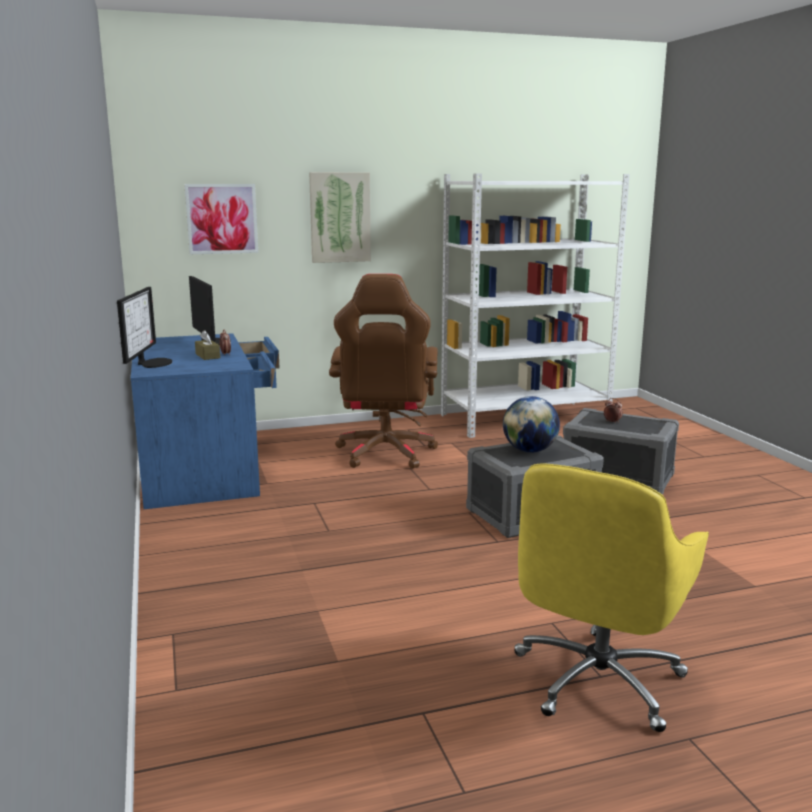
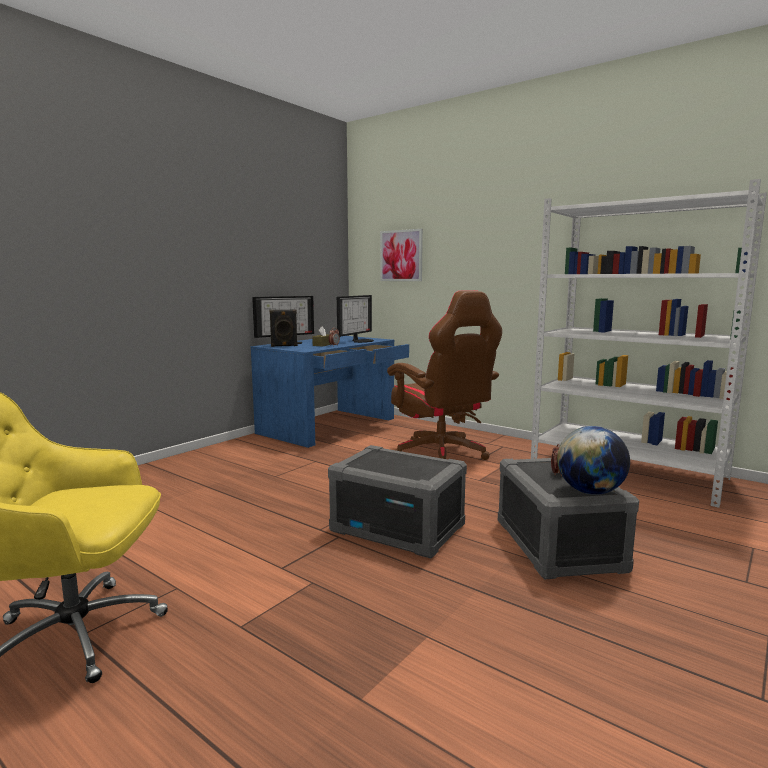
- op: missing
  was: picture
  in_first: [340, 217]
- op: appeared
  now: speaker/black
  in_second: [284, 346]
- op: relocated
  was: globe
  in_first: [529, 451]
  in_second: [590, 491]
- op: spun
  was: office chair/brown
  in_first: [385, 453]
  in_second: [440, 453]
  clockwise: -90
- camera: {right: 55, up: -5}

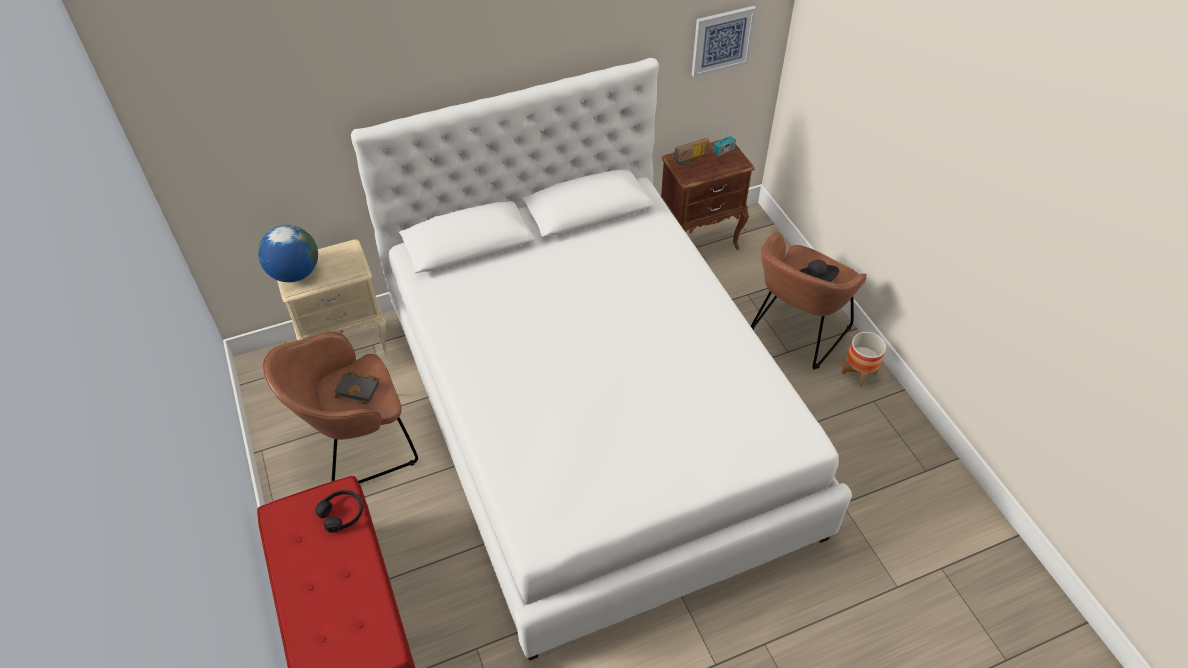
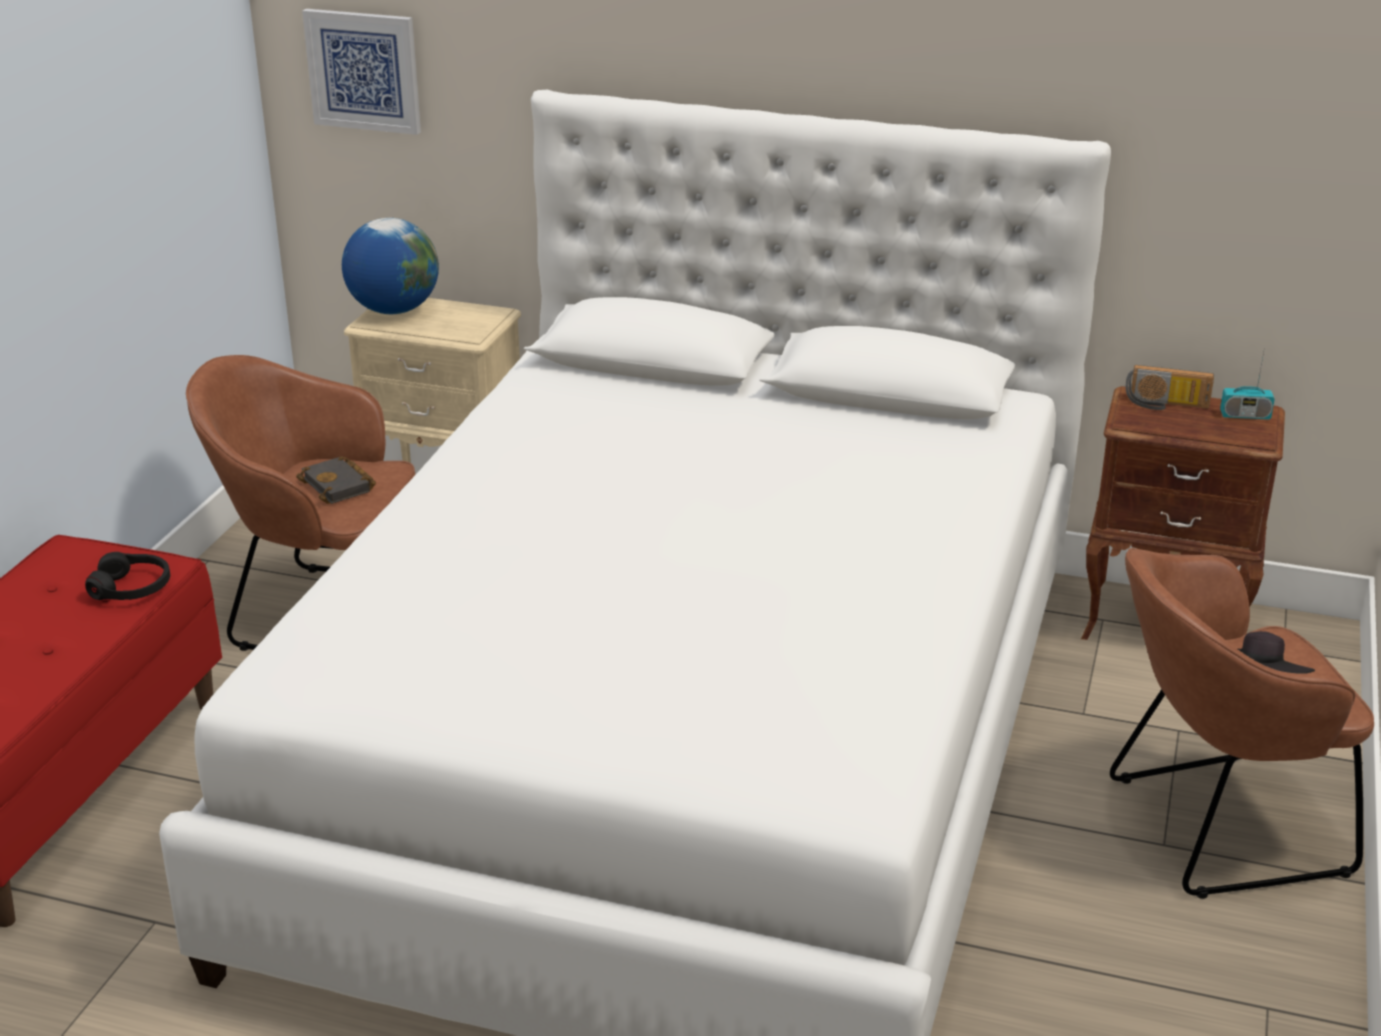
- op: missing
  was: planter
  in_first: [858, 373]
- op: relocated
  was: picture
  in_first: [722, 40]
  in_second: [364, 70]
- camera: {right: 40, up: -20}

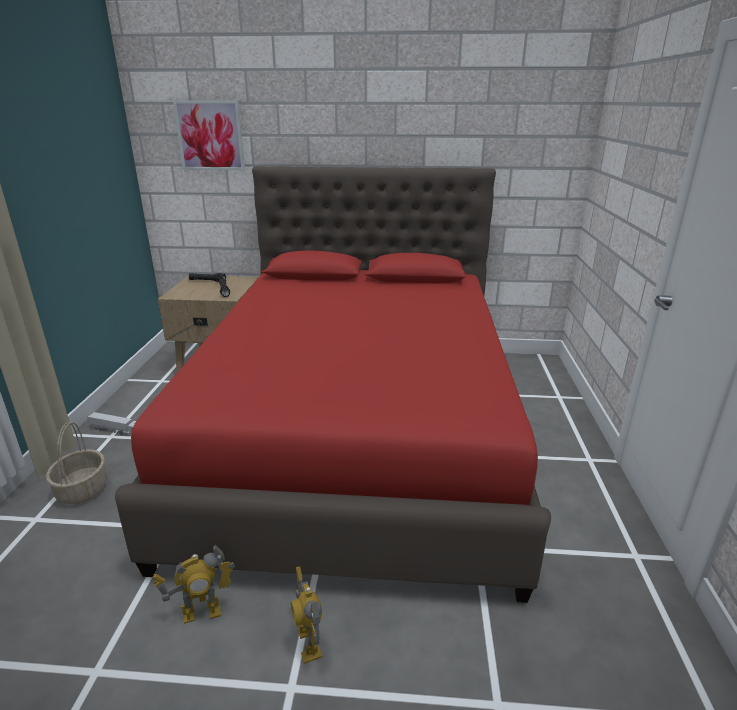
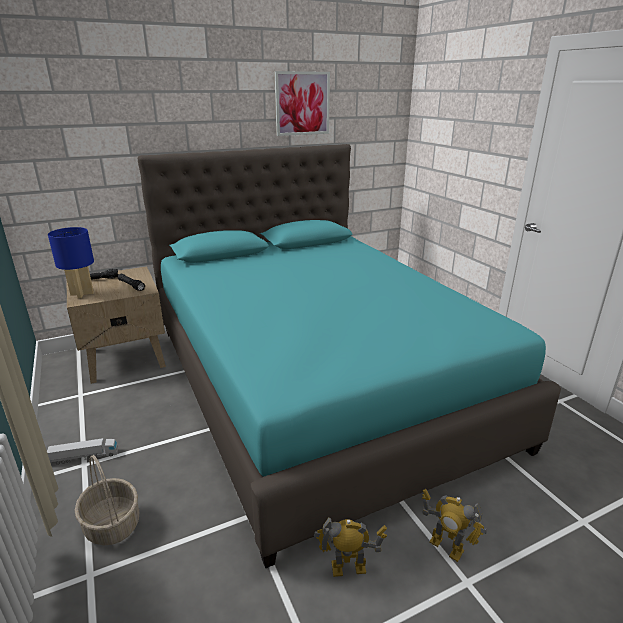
- op: appeared
  now: table lamp/blue
  in_second: [81, 294]
- op: relocated
  was: picture
  in_first: [210, 136]
  in_second: [302, 103]
- op: colour
  was: bed/red
  now: bed/turquoise
  in_first: [358, 431]
  in_second: [316, 381]
- op: spun
  was: toy robot
  in_first: [202, 613]
  in_second: [348, 568]
  clockwise: -135
- camera: {right: -30, up: 0}

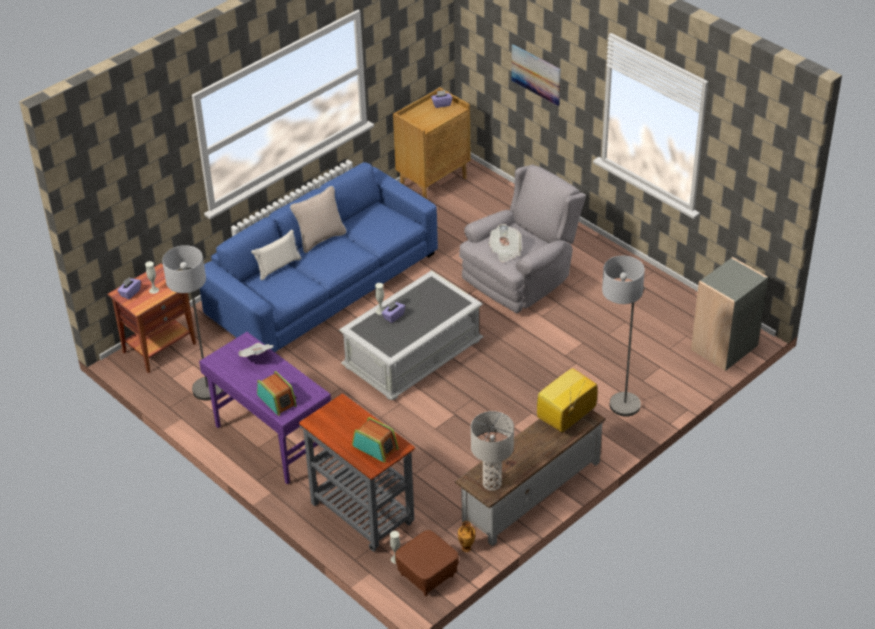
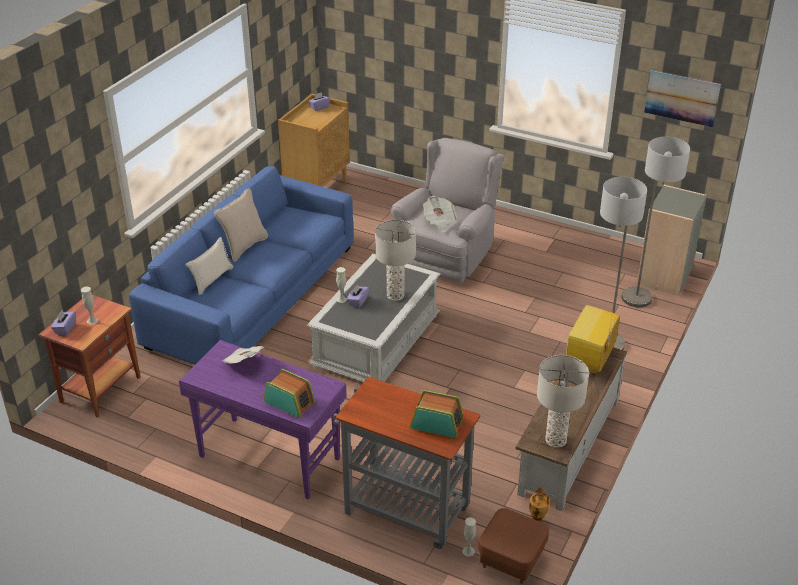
- op: appeared
  now: table lamp/white
  in_second: [395, 295]
- op: relocated
  was: floor lamp/grey
  in_first: [206, 396]
  in_second: [640, 303]
- op: relocated
  was: picture
  in_first: [536, 74]
  in_second: [681, 98]
- camera: {right: -20, up: -5}

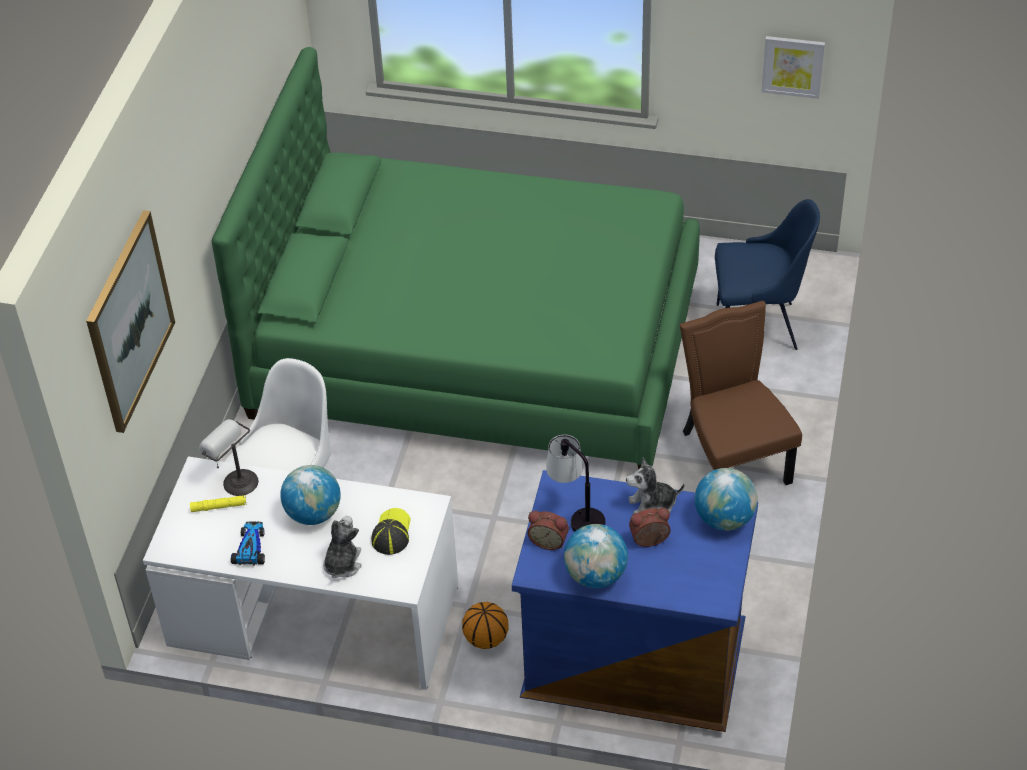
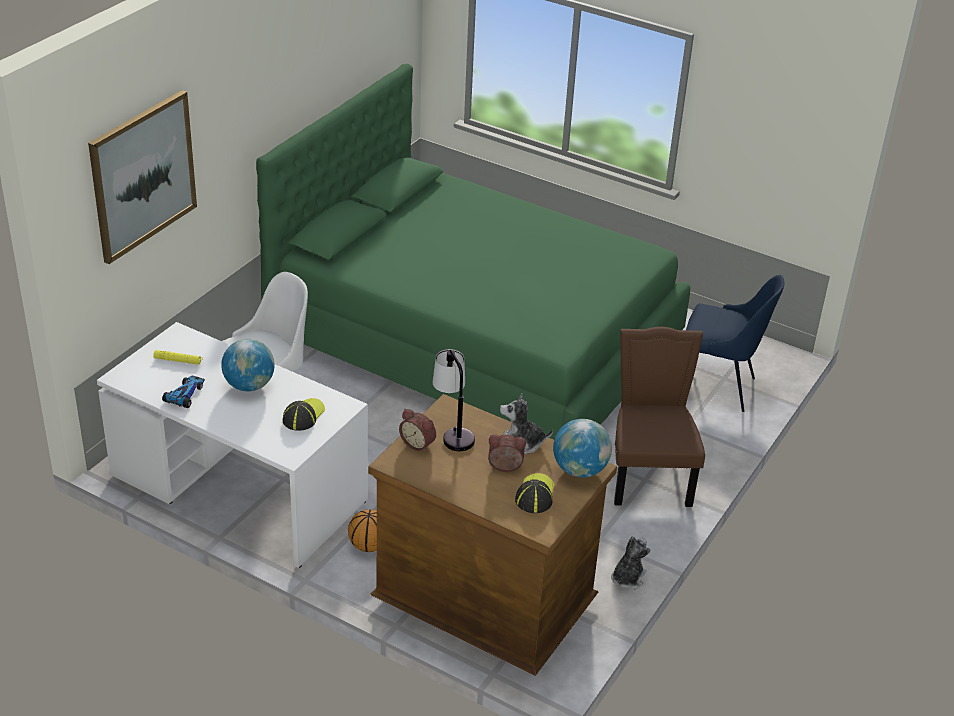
- op: missing
  was: table lamp
  in_first: [234, 479]
- op: missing
  was: globe
  in_first: [596, 575]
- op: missing
  was: picture
  in_first: [793, 66]
- op: appeared
  now: cap
  in_second: [535, 495]
- op: relocated
  was: plush toy
  in_first: [342, 563]
  in_second: [627, 578]
- op: colour
  was: dresser/blue
  now: dresser/brown
  in_first: [632, 663]
  in_second: [483, 601]
- camera: {right: 15, up: -10}

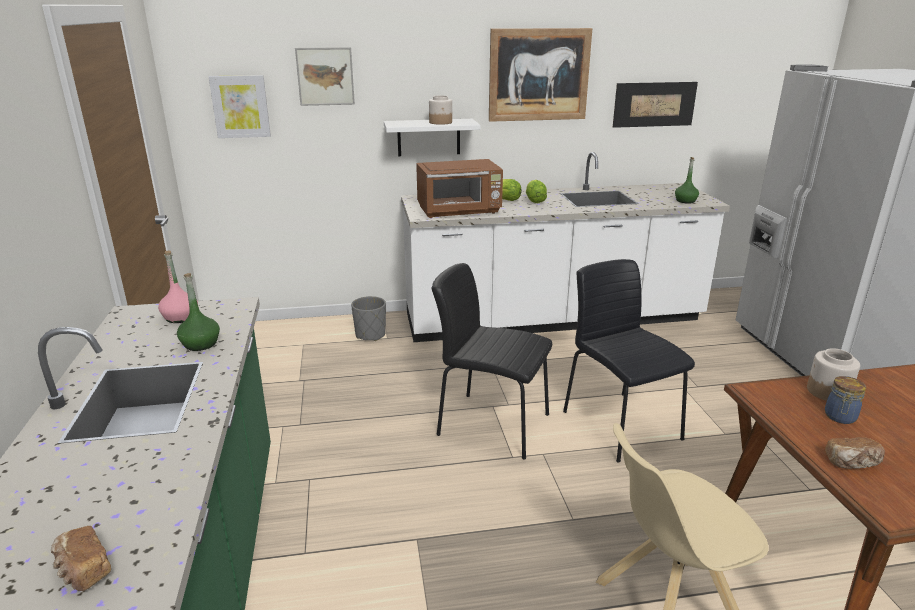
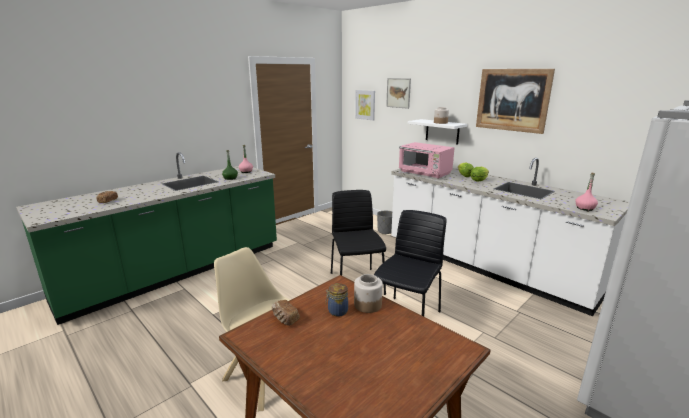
- op: missing
  was: picture
  in_first: [654, 104]
- op: colour
  was: microwave/brown
  now: microwave/pink
  in_first: [460, 211]
  in_second: [425, 173]
- op: colour
  was: bottle/green
  now: bottle/pink
  in_first: [685, 201]
  in_second: [585, 208]
- camera: {right: 55, up: -5}

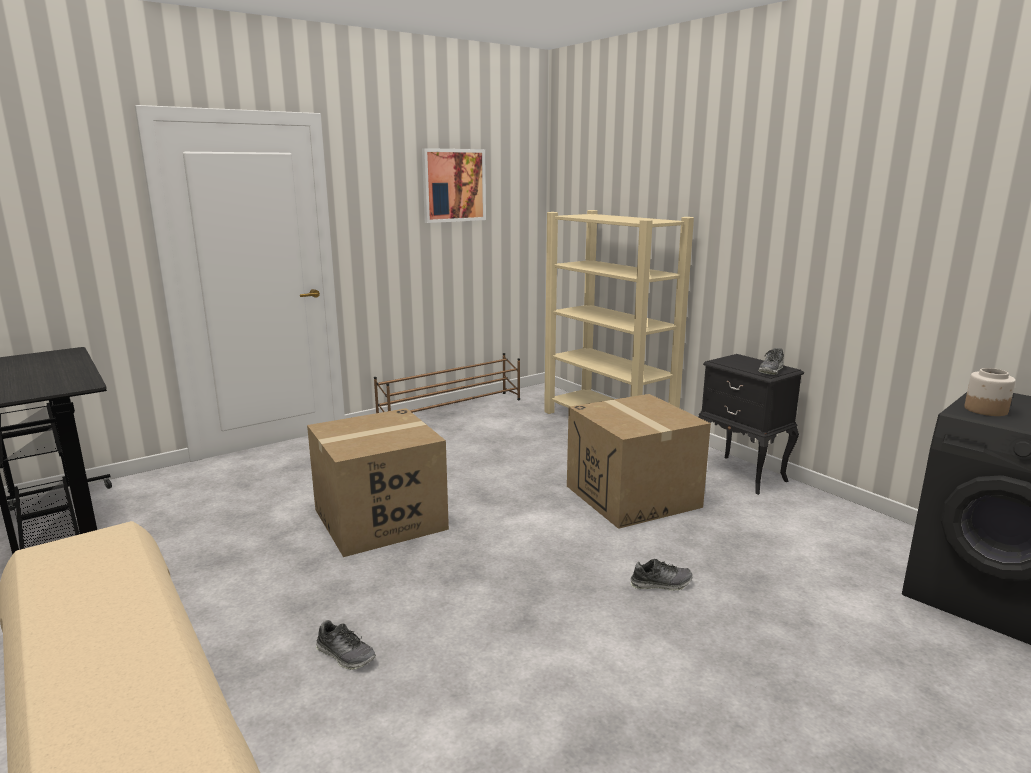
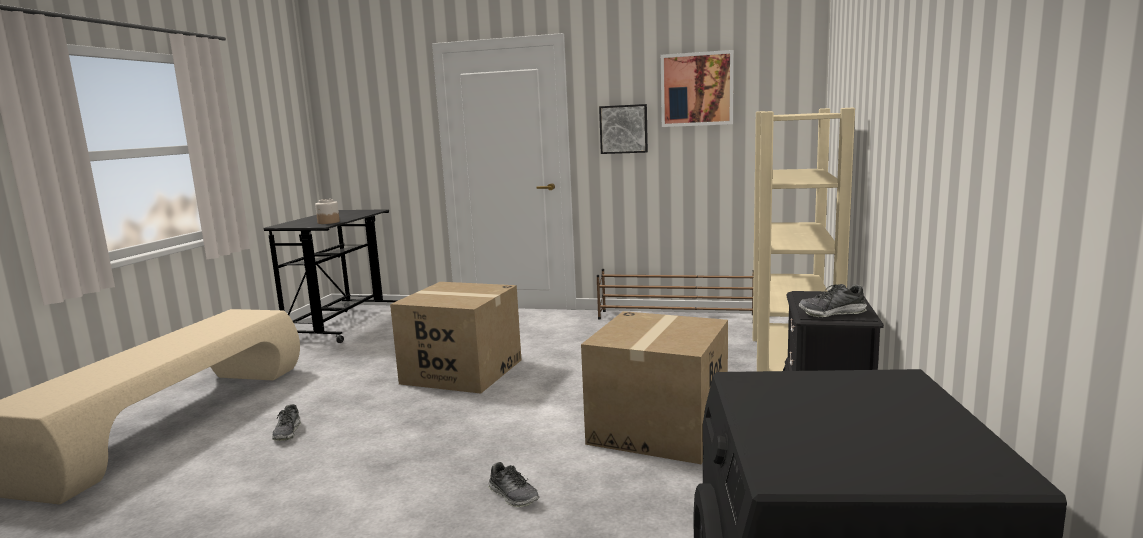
- op: appeared
  now: picture
  in_second: [623, 129]
- op: relocated
  was: jar
  in_first: [985, 410]
  in_second: [328, 222]
- camera: {right: 50, up: -5}

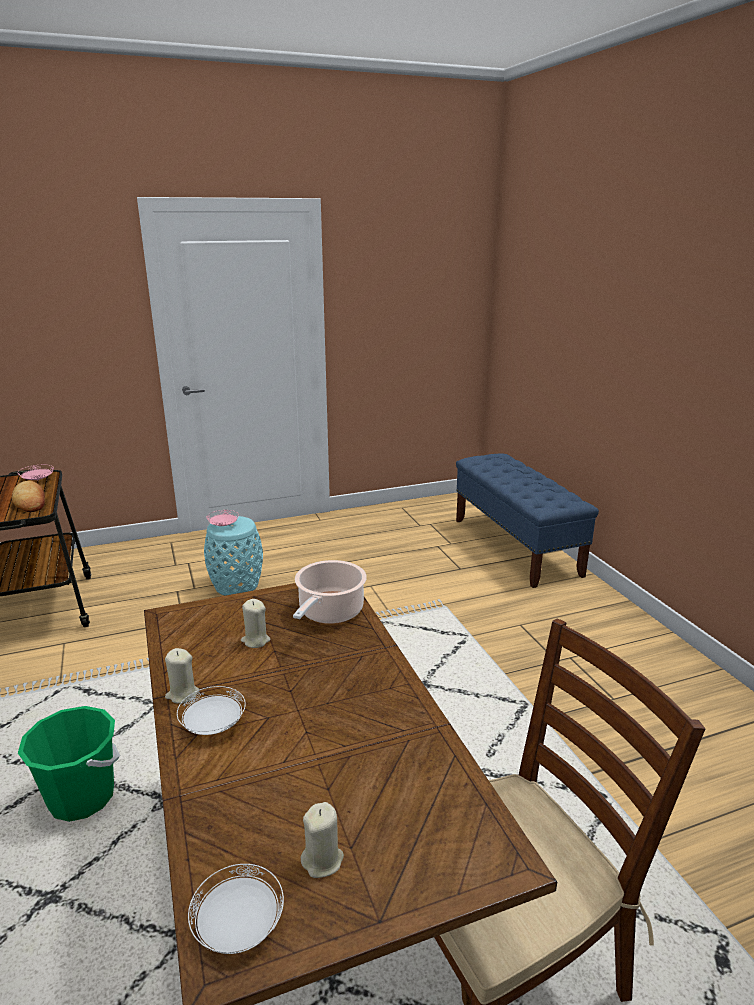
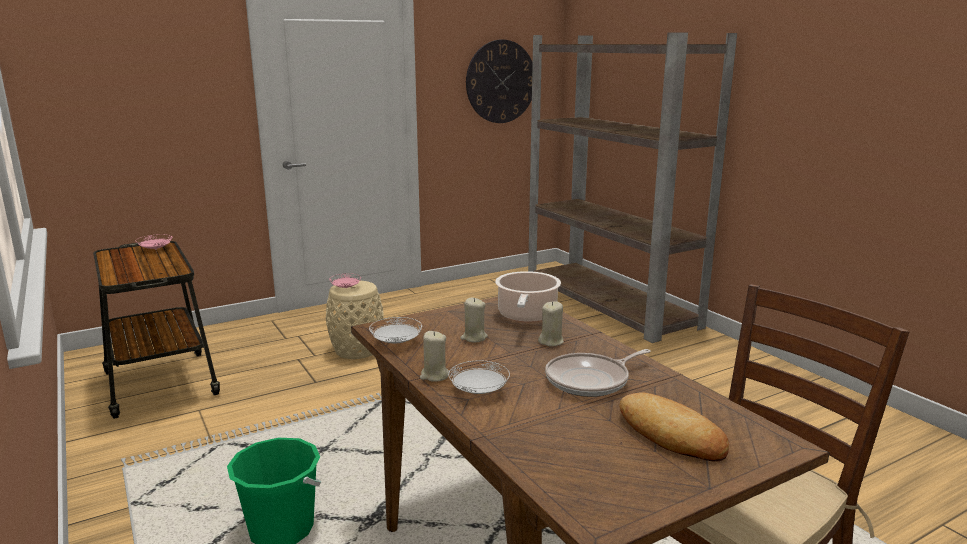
- op: appeared
  now: wall clock
  in_second: [501, 82]
- op: appeared
  now: frying pan
  in_second: [591, 380]
- op: relocated
  was: bread
  in_first: [30, 501]
  in_second: [670, 434]
- op: relocated
  was: plate/white
  in_first: [238, 926]
  in_second: [396, 343]
- op: relocated
  was: candle/beige
  in_first: [322, 860]
  in_second: [551, 341]
- op: exchanged
  was: bench/blue
  now: bookcase/brown
  in_first: [515, 547]
  in_second: [608, 302]
- op: colour
  was: stool/turquoise
  now: stool/beige
  in_first: [236, 585]
  in_second: [356, 350]
- camera: {right: -10, up: -5}

